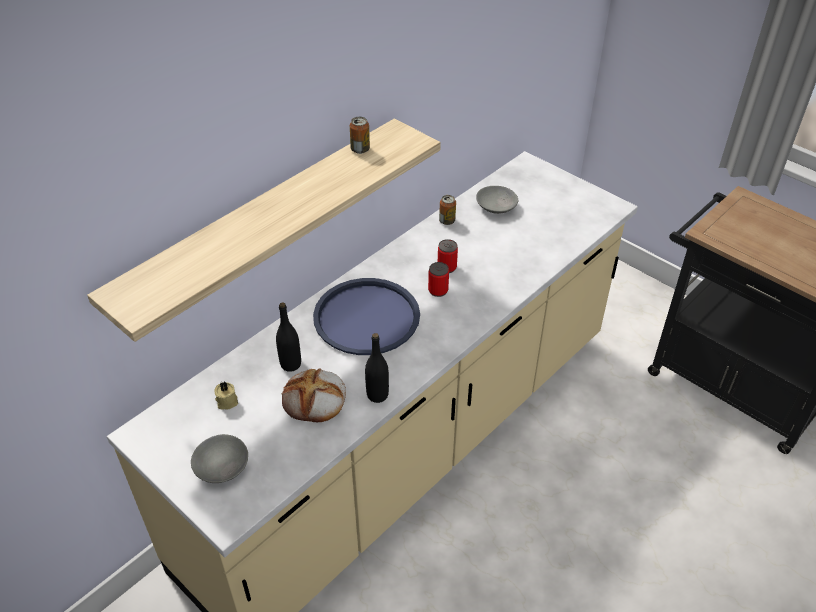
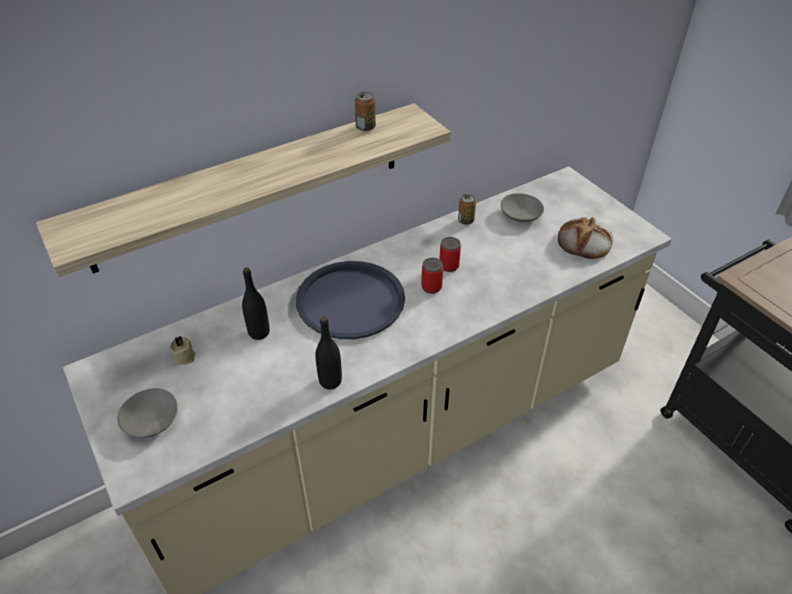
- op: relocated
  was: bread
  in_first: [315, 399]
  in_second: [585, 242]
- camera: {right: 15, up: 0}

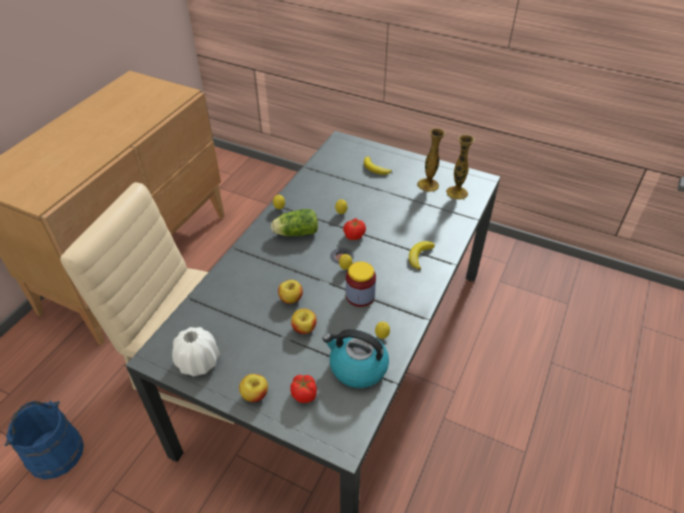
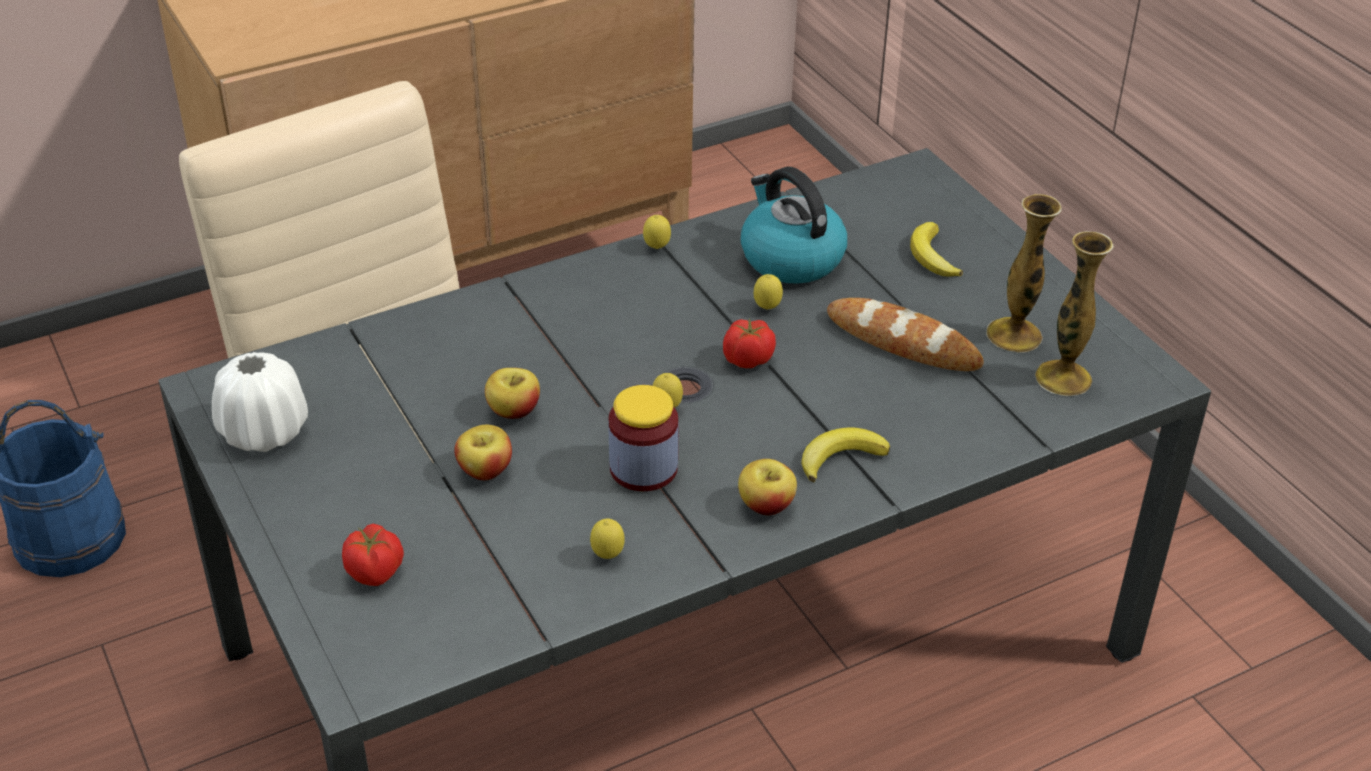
- op: missing
  was: lettuce
  in_first: [295, 233]
- op: appeared
  now: bread
  in_second: [903, 342]
- op: relocated
  was: apple
  in_first: [255, 395]
  in_second: [766, 505]
- op: relocated
  was: kettle
  in_first: [357, 367]
  in_second: [790, 258]
- camera: {right: 35, up: -5}

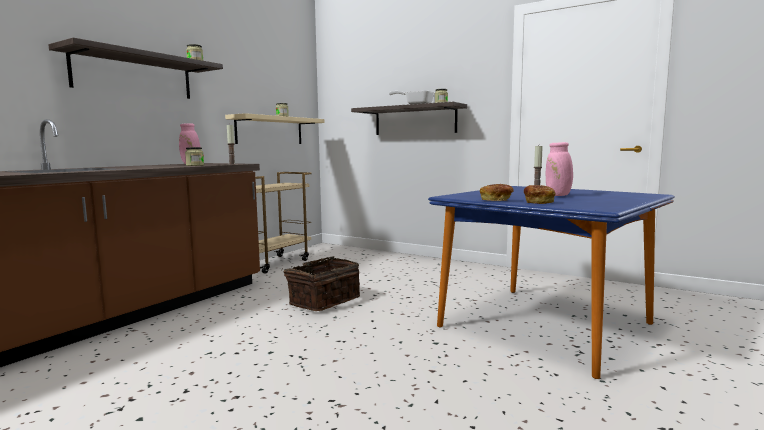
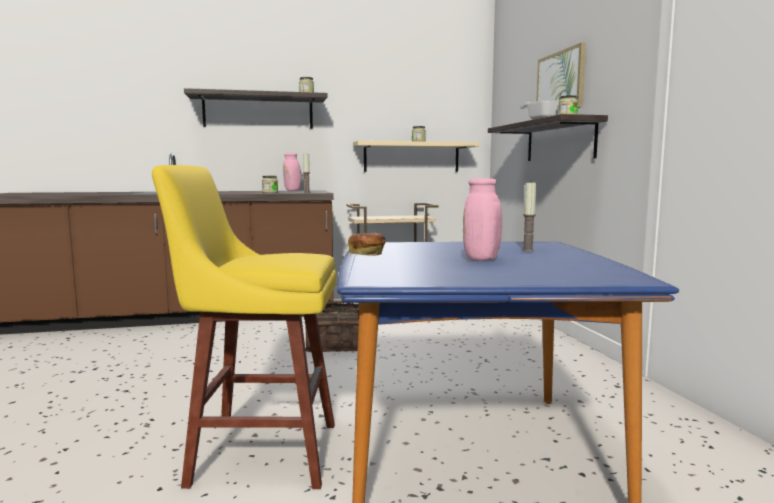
- op: missing
  was: bread
  in_first: [538, 202]
- op: appeared
  now: stool/yellow
  in_second: [261, 453]
- op: appeared
  now: picture
  in_second: [561, 82]
- camera: {right: 45, up: 0}

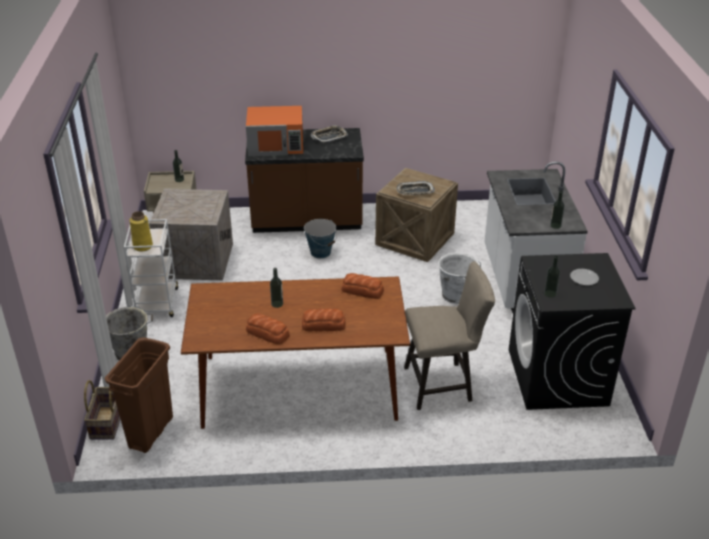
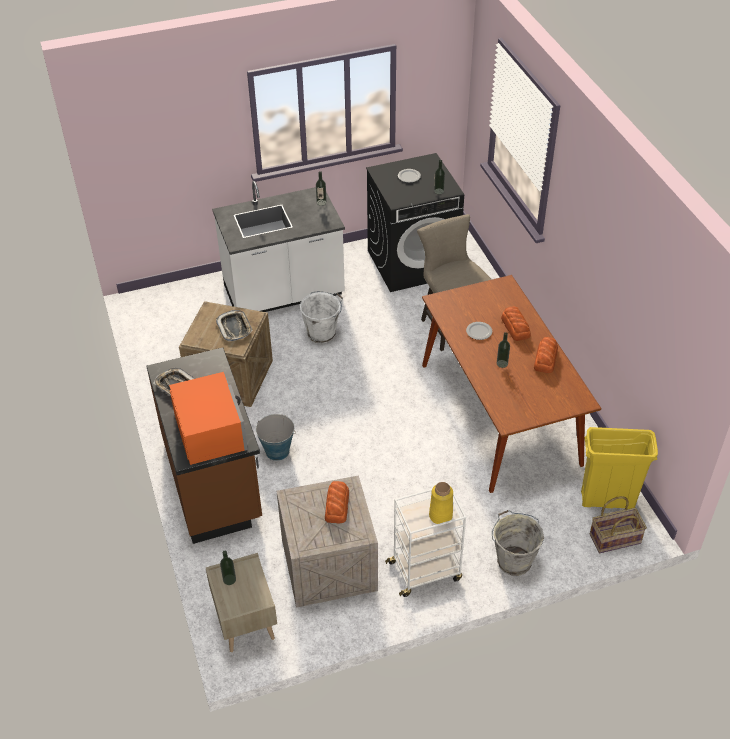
- op: appeared
  now: plate
  in_second: [478, 332]
- op: relocated
  was: bread
  in_first: [363, 291]
  in_second: [337, 505]
- op: colour
  was: trash can/brown
  now: trash can/yellow
  in_first: [151, 432]
  in_second: [607, 500]
- camera: {right: -105, up: 10}

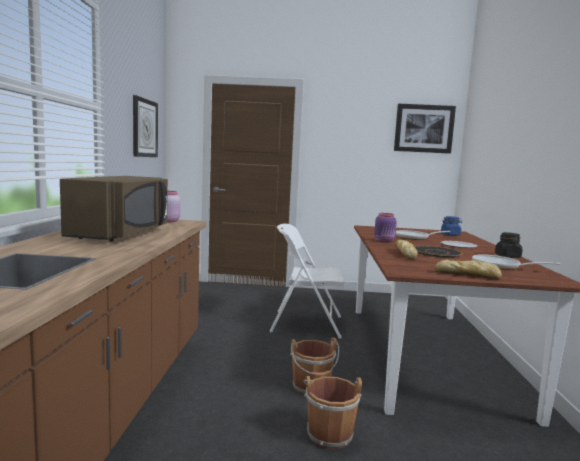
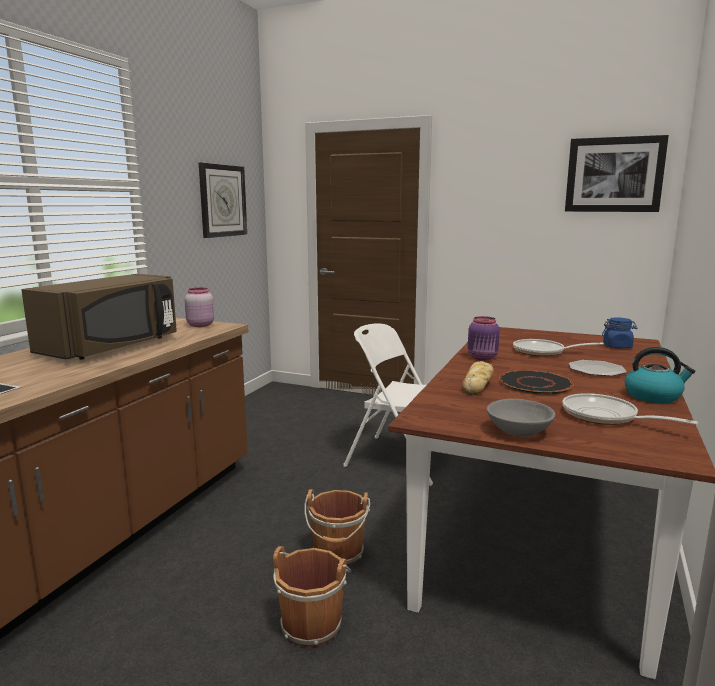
- op: exchanged
  was: bread
  now: bowl/grey
  in_first: [468, 275]
  in_second: [519, 431]
- op: exchanged
  was: jar/black
  now: kettle
  in_first: [507, 256]
  in_second: [653, 396]
- camera: {right: 20, up: 5}

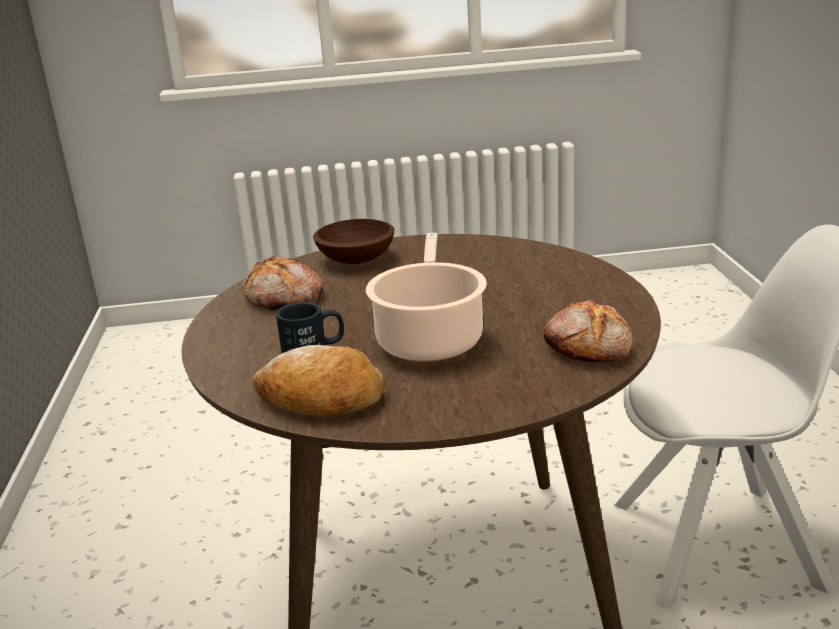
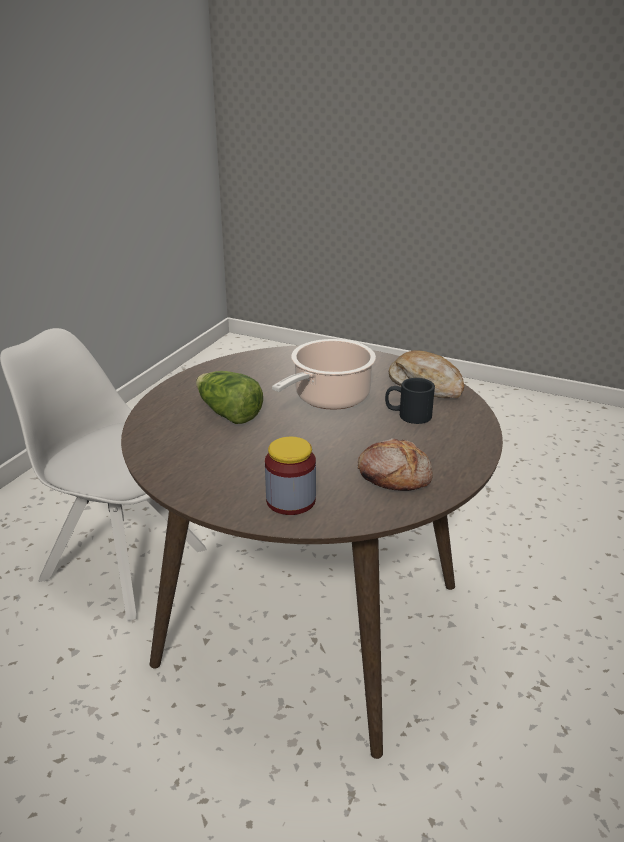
- op: missing
  was: bread
  in_first: [588, 347]
- op: appeared
  now: lettuce
  in_second: [228, 413]
- op: exchanged
  was: bowl/brown
  now: jar
  in_first: [357, 259]
  in_second: [291, 500]
- camera: {right: -150, up: 5}

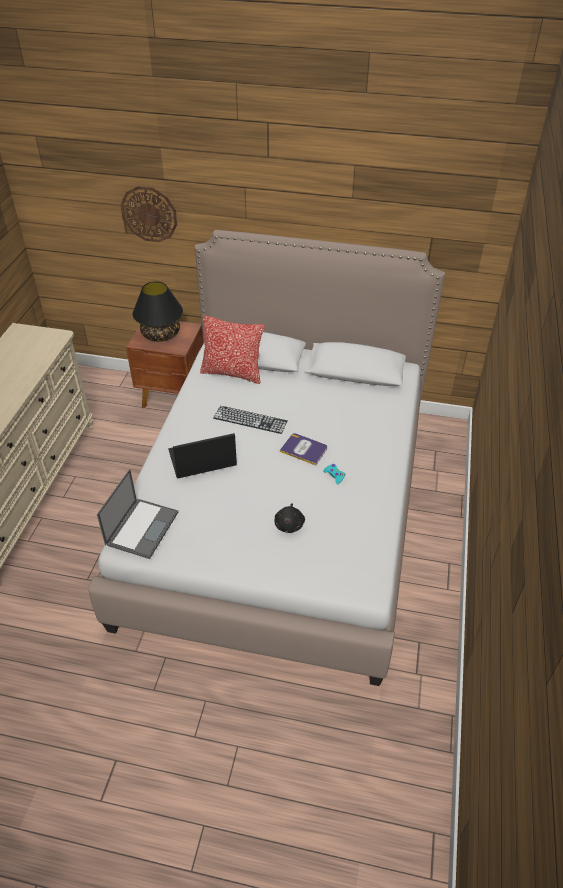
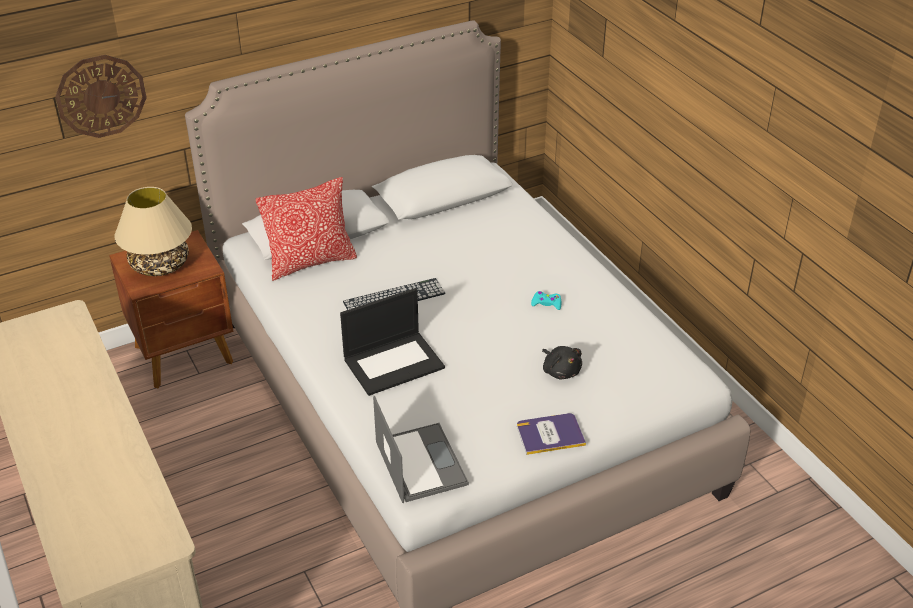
- op: relocated
  was: book
  in_first: [304, 449]
  in_second: [550, 434]
- op: colour
  was: table lamp/black
  now: table lamp/beige
  in_first: [161, 334]
  in_second: [160, 264]
- op: spun
  was: laptop
  in_first: [202, 459]
  in_second: [394, 362]
  clockwise: -150
- camera: {right: -40, up: -5}

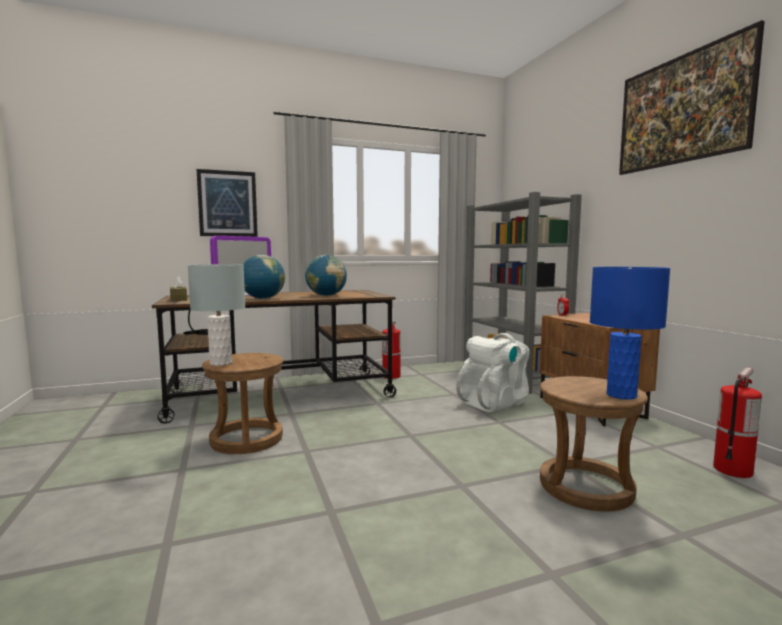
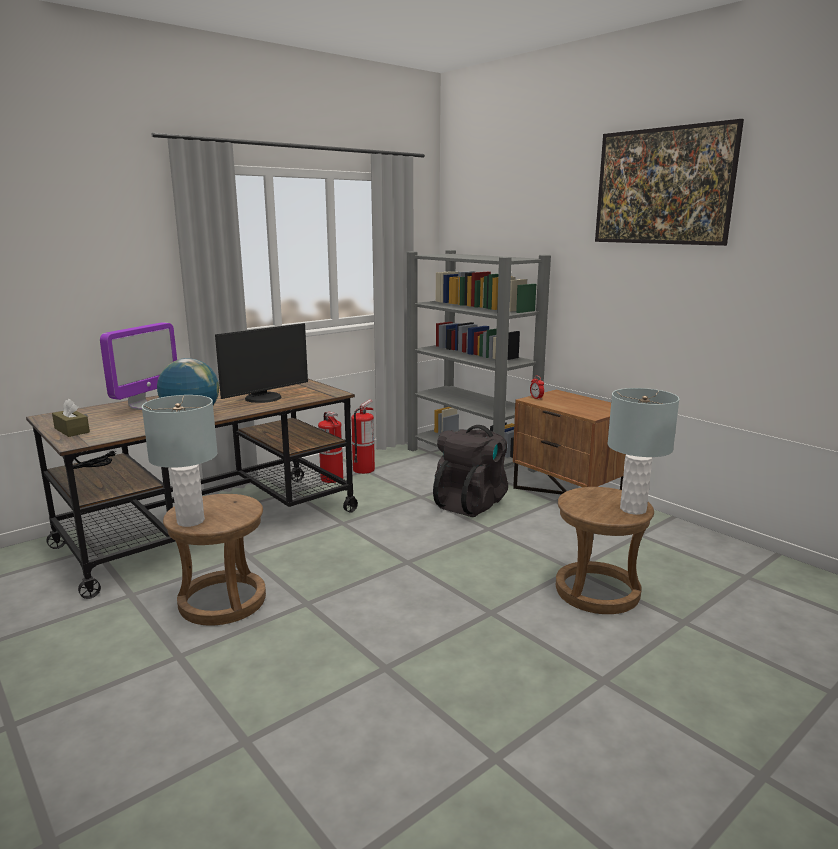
- op: missing
  was: picture
  in_first: [227, 204]
- op: relocated
  was: fire extinguisher
  in_first: [732, 470]
  in_second: [364, 469]
- op: exchanged
  was: globe
  now: monitor
  in_first: [326, 295]
  in_second: [264, 398]
- op: colour
  was: backpack/white
  now: backpack/black
  in_first: [495, 403]
  in_second: [471, 503]
- op: colour
  was: table lamp/blue
  now: table lamp/grey
  in_first: [620, 395]
  in_second: [632, 509]
- camera: {right: -20, up: 10}

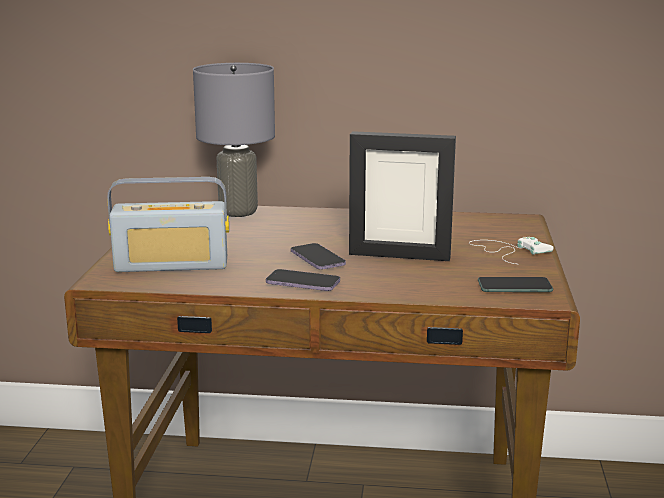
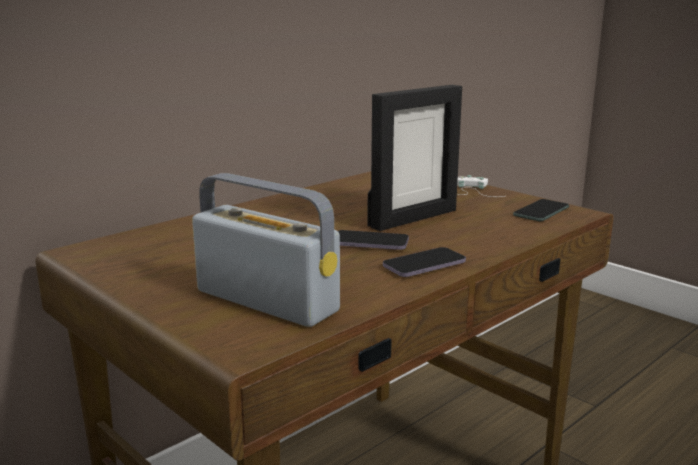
- op: missing
  was: table lamp/grey
  in_first: [239, 213]
- op: spun
  was: radio
  in_first: [172, 265]
  in_second: [266, 301]
  clockwise: -90
- camera: {right: -50, up: 0}

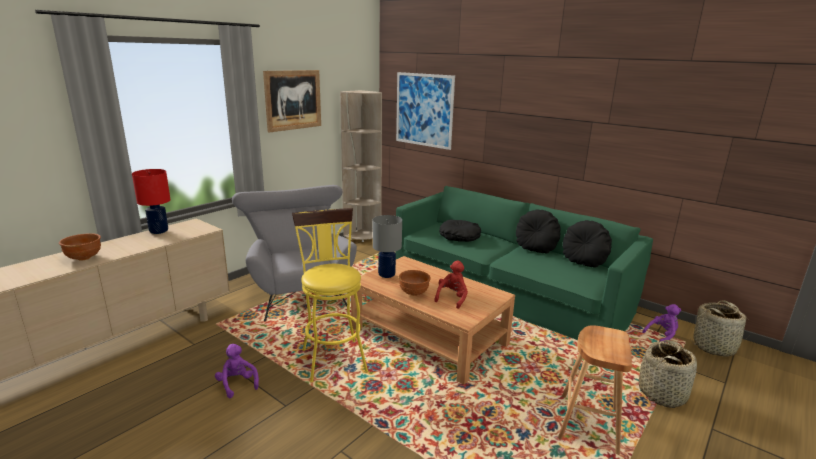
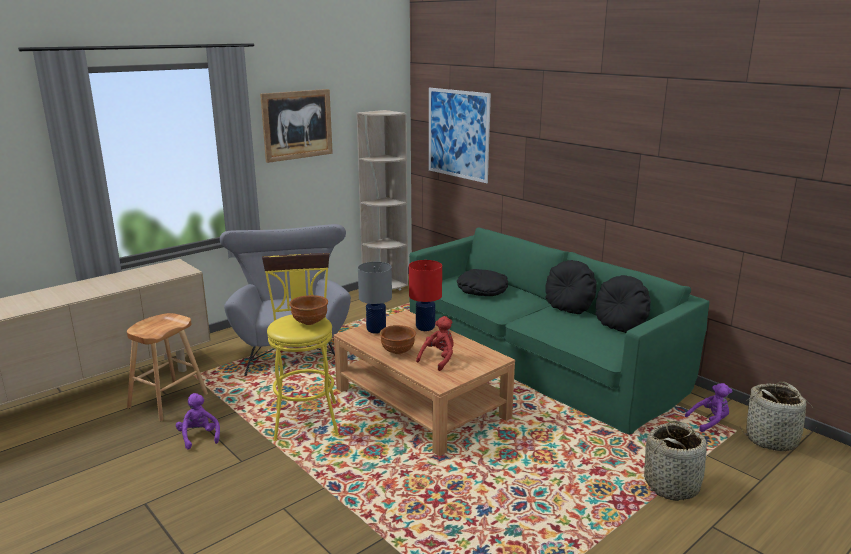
- op: relocated
  was: bowl/brown
  in_first: [85, 258]
  in_second: [310, 322]
- op: relocated
  was: table lamp/red
  in_first: [159, 232]
  in_second: [425, 328]
- op: relocated
  was: stool/brown
  in_first: [588, 423]
  in_second: [168, 401]
- camera: {right: 10, up: 0}

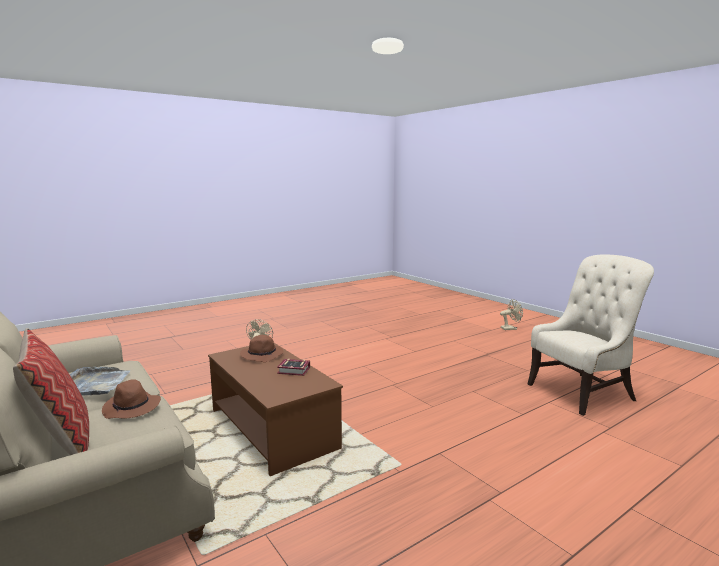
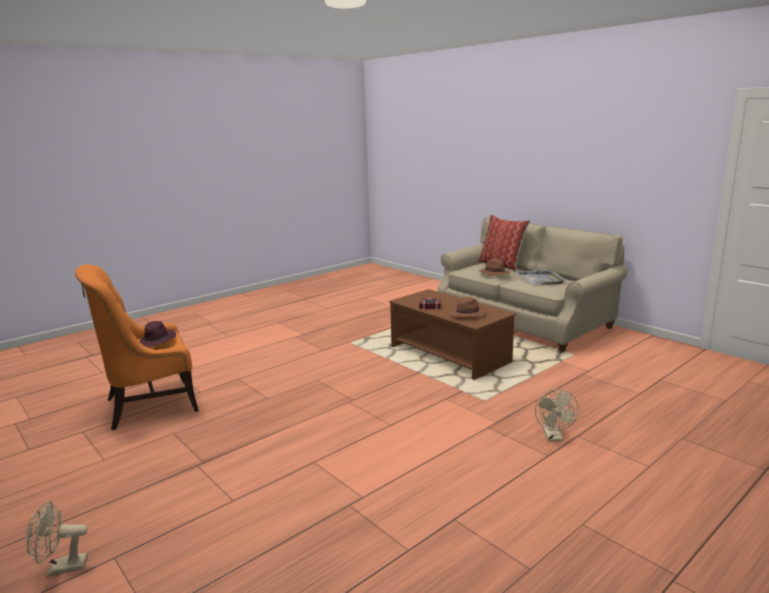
- op: appeared
  now: hat/purple
  in_second: [157, 341]
- op: colour
  was: armchair/beige
  now: armchair/orange
  in_first: [582, 392]
  in_second: [150, 405]
- camera: {right: 175, up: 5}

